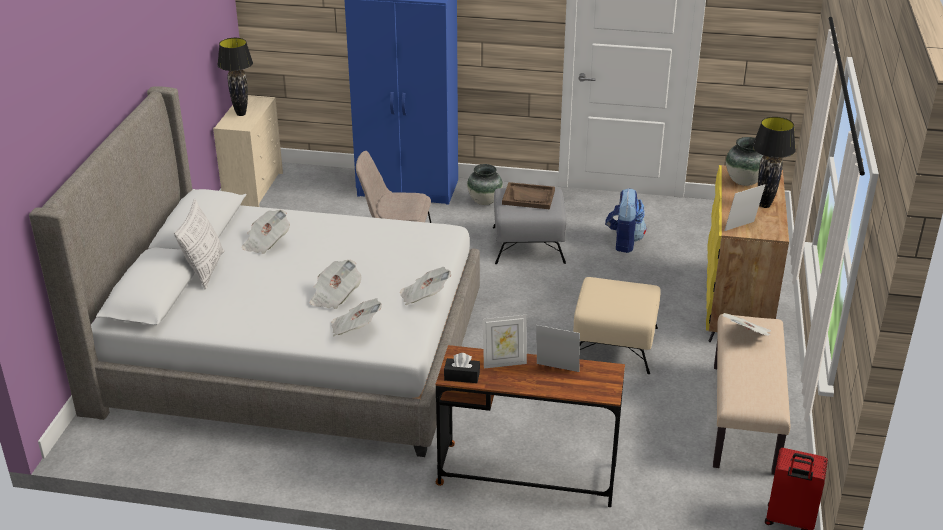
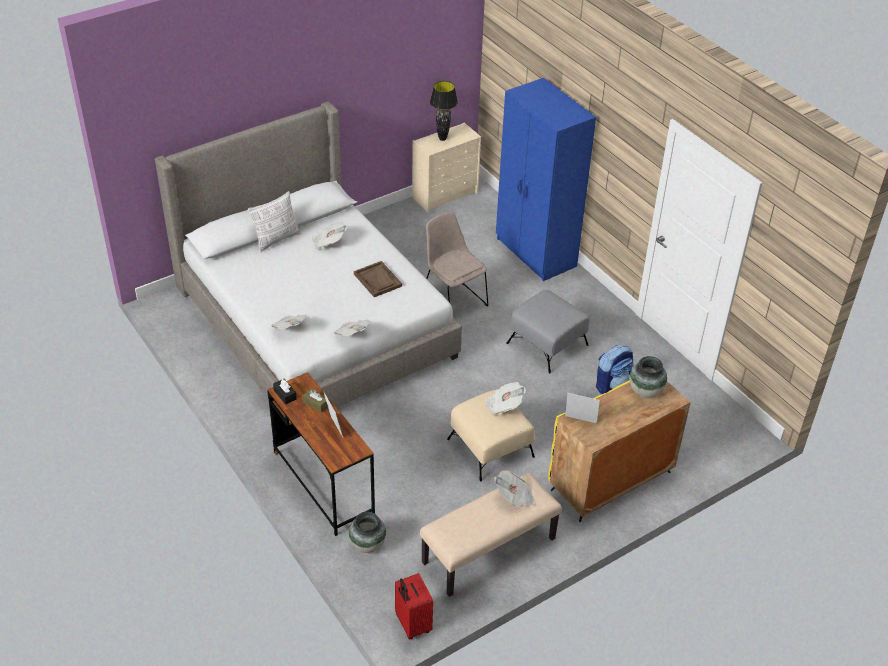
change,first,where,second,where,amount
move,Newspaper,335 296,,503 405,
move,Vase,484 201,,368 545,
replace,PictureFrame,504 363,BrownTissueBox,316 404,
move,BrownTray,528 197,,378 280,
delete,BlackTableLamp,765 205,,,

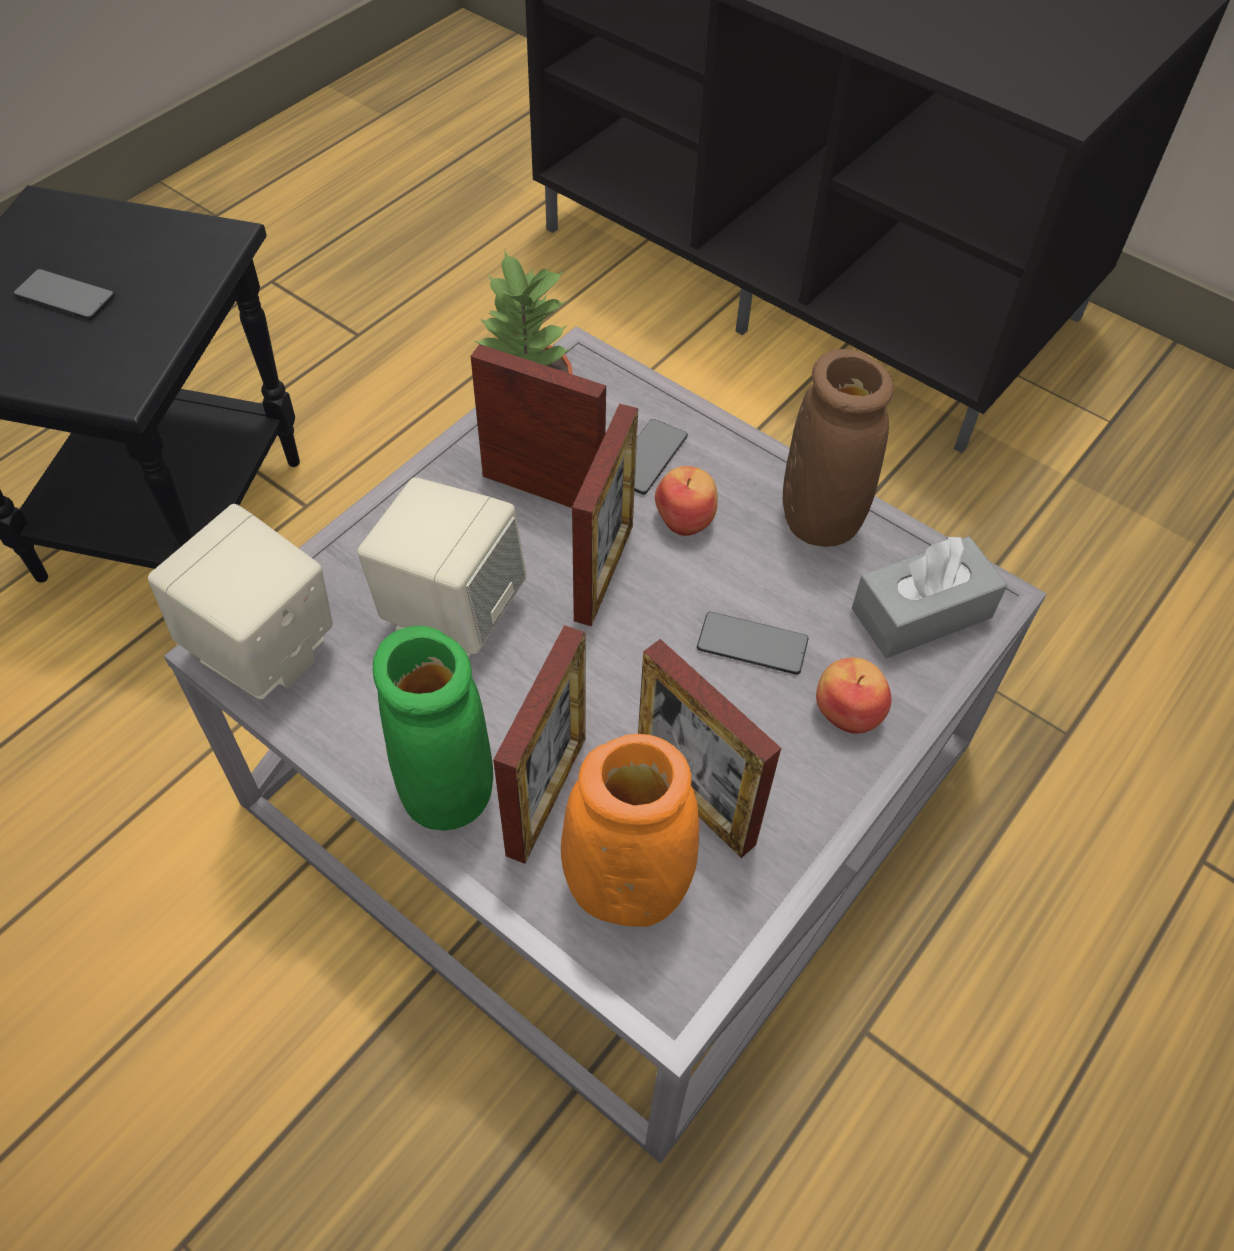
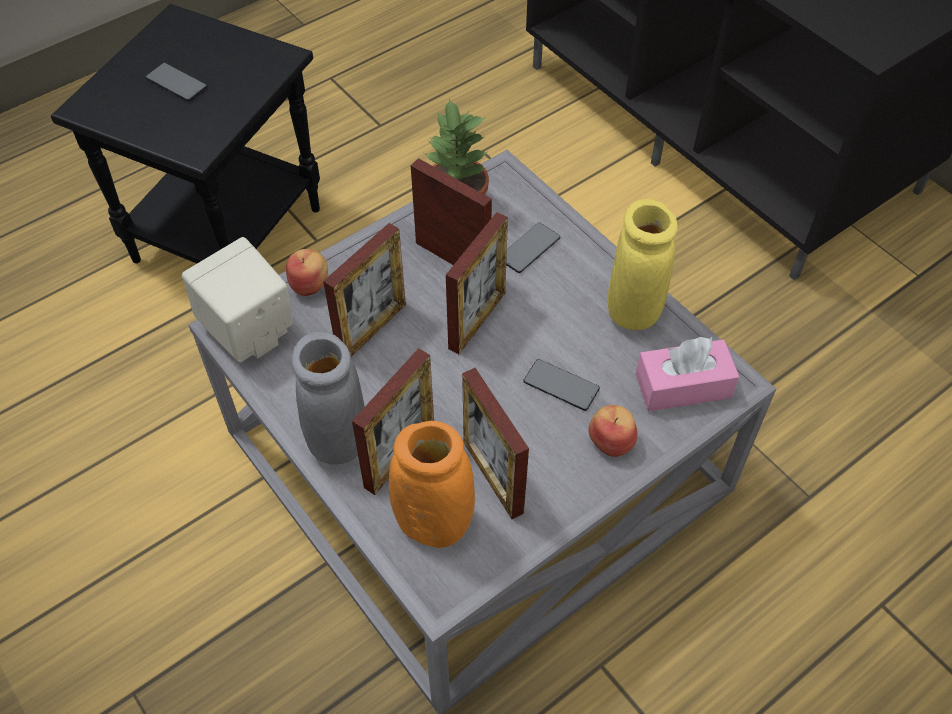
change,first,where,second,where,amount
replace,BeigeSpeaker,452 612,PictureFrame,371 329,
recolor,GreenVase,446 789,GreyVase,338 439,
move,Apple,686 519,,309 284,
recolor,BrownVase,820 519,YellowVase,633 310,
recolor,GreyTissueBox,921 613,PinkTissueBox,683 386,

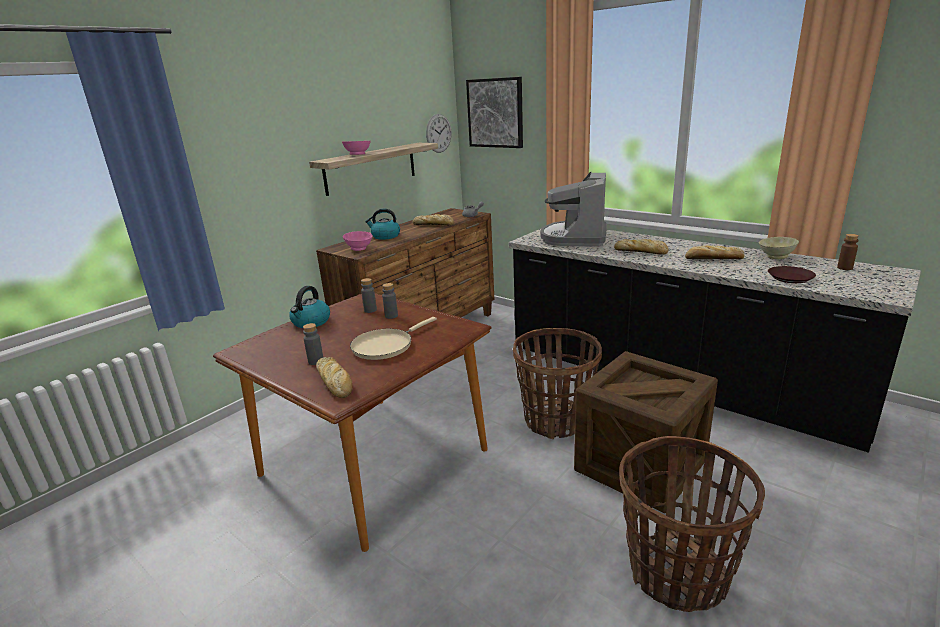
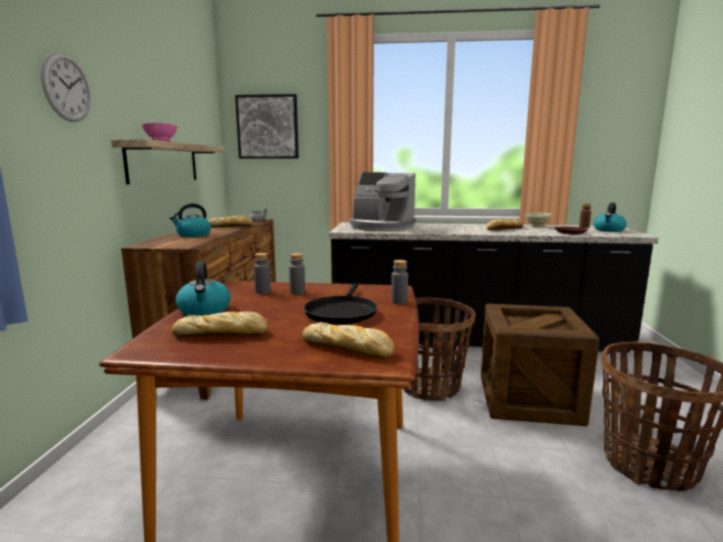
change,first,where,second,where,amount
move,GreyBottle,316 361,,399 302,
delete,PinkBowl,359 249,,,
recolor,BeigeFryingPan,385 346,BlackFryingPan,341 312,
move,WallClock,438 133,,67 87,
rotate,CoffeeMachine,575 237,,381 227,45 degrees counterclockwise
move,Bread,641 251,,223 334,
insert,,,Kettle,609 230,

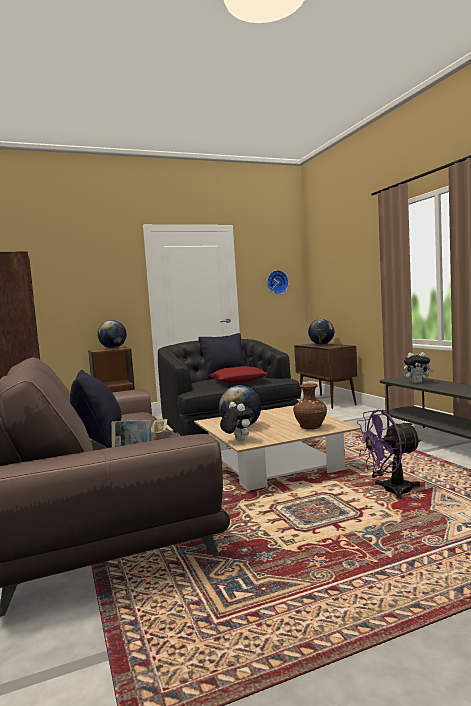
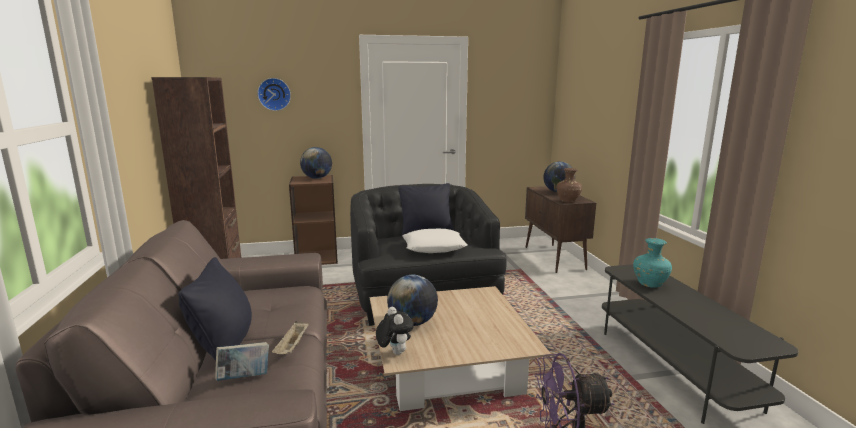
change,first,where,second,where,amount
recolor,RedPillow,238 380,WhitePillow,434 247,
move,WallClock,277 282,,274 94,
move,BrownVase,310 428,,567 201,
replace,PlushToy,418 382,TurquoiseVase,650 284,

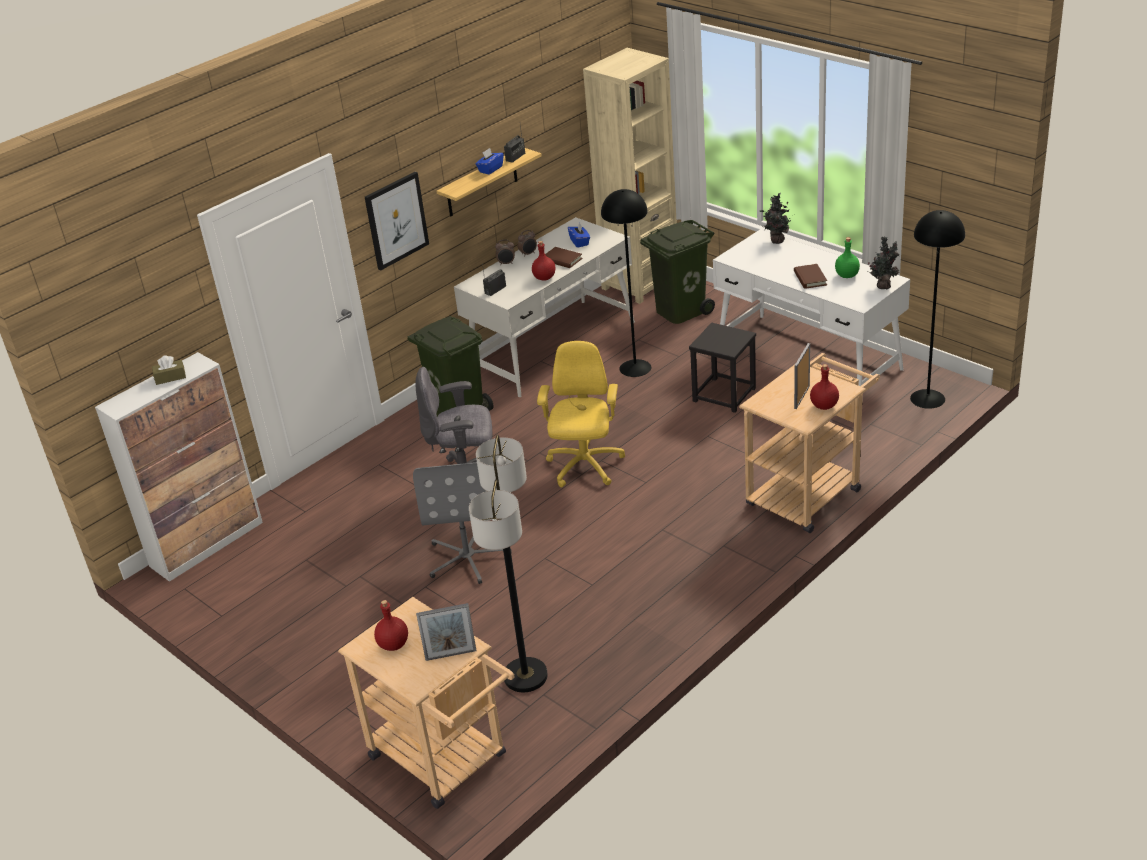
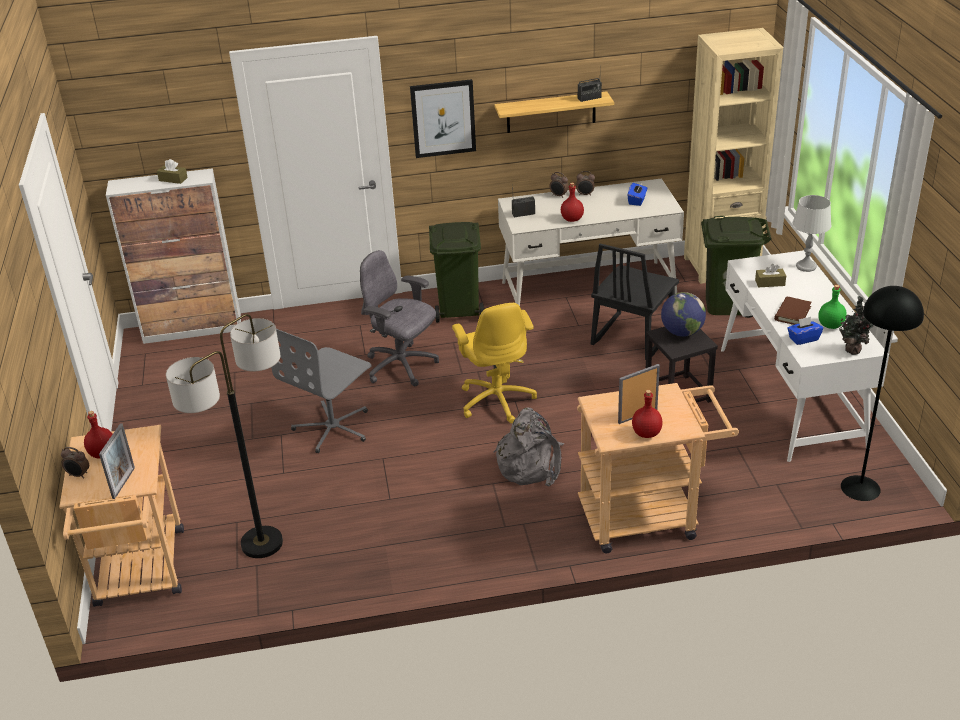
change,first,where,second,where,amount
rotate,PictureFrame,451 655,,123 483,105 degrees counterclockwise
move,BlueTissueBox,490 169,,803 339,
rotate,YellowOfficeChair,585 466,,497 400,120 degrees clockwise
delete,BrownBook,562 260,,,
replace,BlackFloorLamp,635 368,BlackChair,631 337,
replace,PottedPlant,776 241,GreyTableLamp,805 266,
insert,,,AlarmClock,78 475,
insert,,,GreyBackpack,531 464,
insert,,,Globe,682 332,
insert,,,BrownTissueBox,770 283,

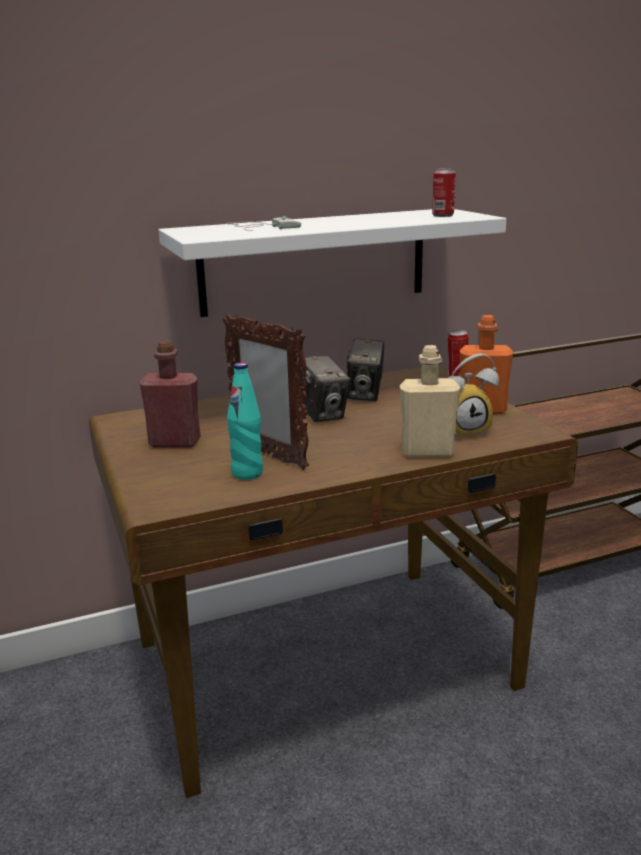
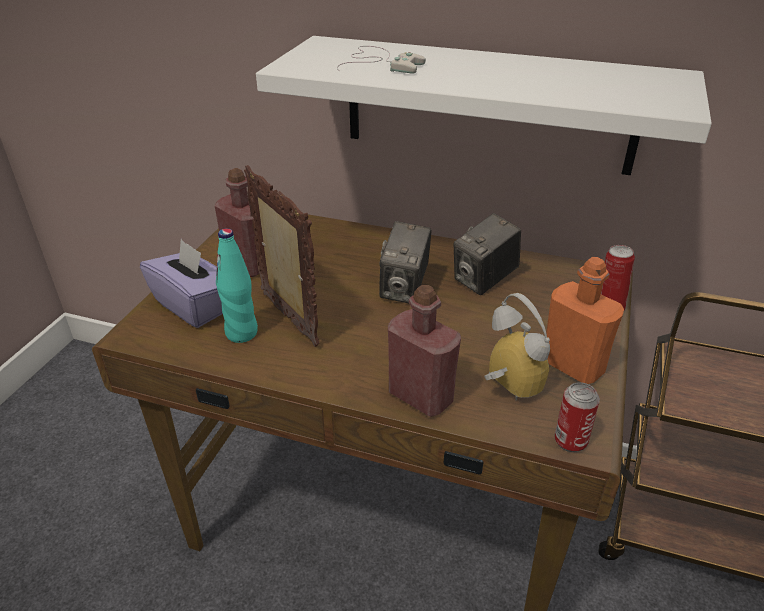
change,first,where,second,where,amount
rotate,PictureFrame,269 455,,288 320,150 degrees clockwise
recolor,BeigeBottle,427 451,RedBottle,421 396,
move,Can,443 215,,570 441,
rotate,AlarmClock,465 430,,505 388,150 degrees counterclockwise
insert,,,PurpleTissueBox,195 305,

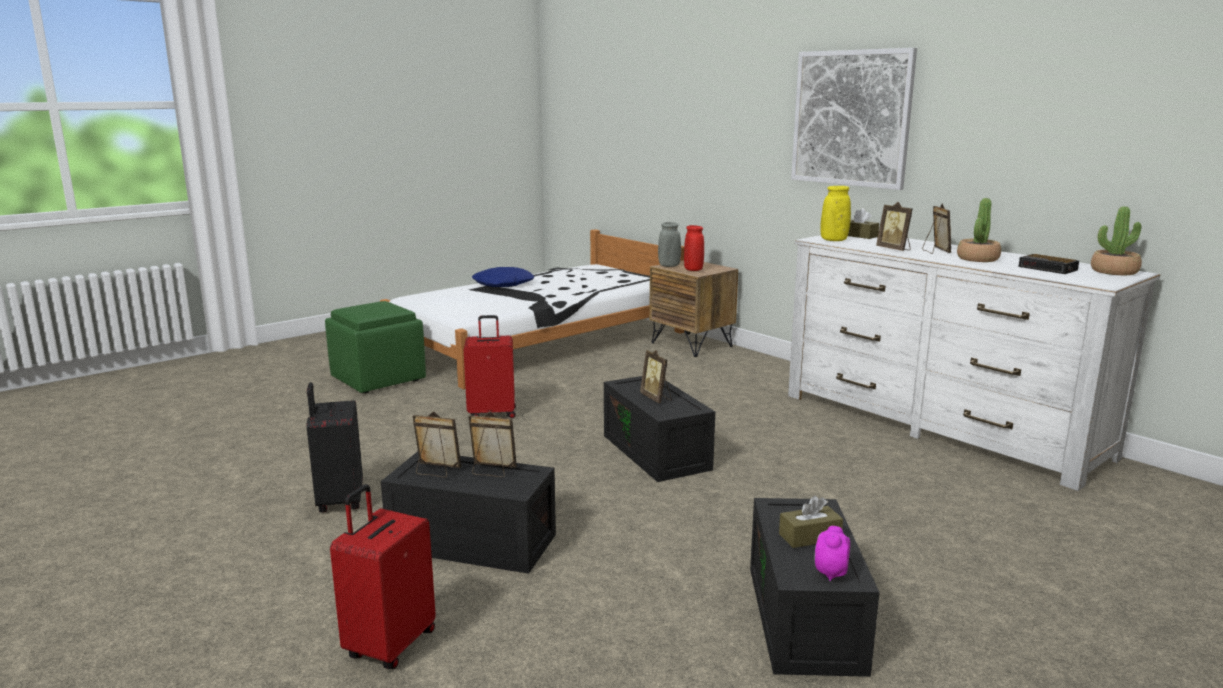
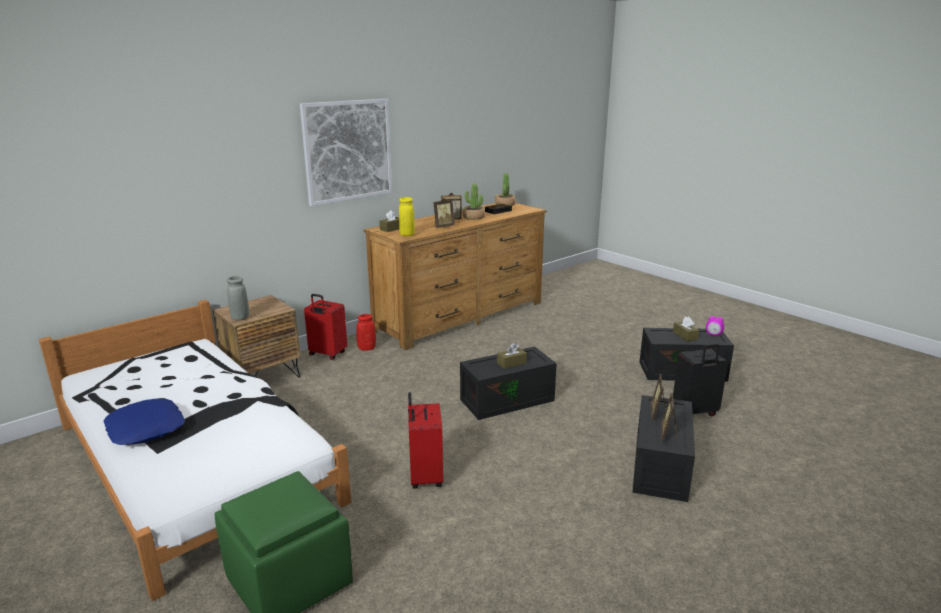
change,first,where,second,where,amount
move,BlackSuitcase,339 501,,694 412,
move,RedSuitcase,389 645,,327 354,
replace,PictureFrame,656 398,BrownTissueBox,511 363,
move,RedVase,693 270,,367 348,
recolor,WhiteDresser,939 425,BrownDresser,460 316,

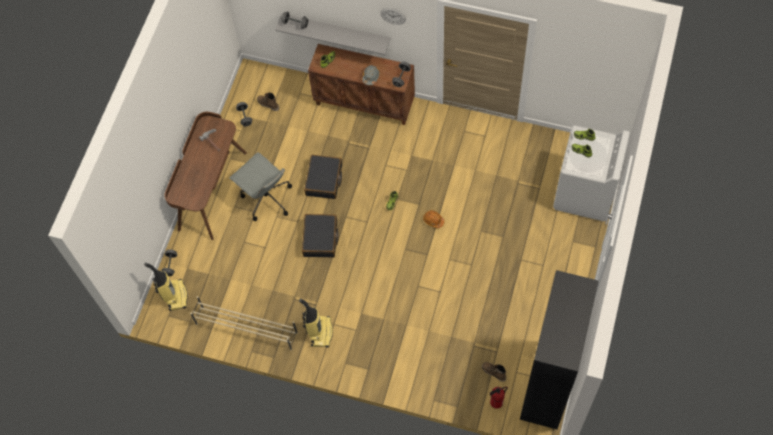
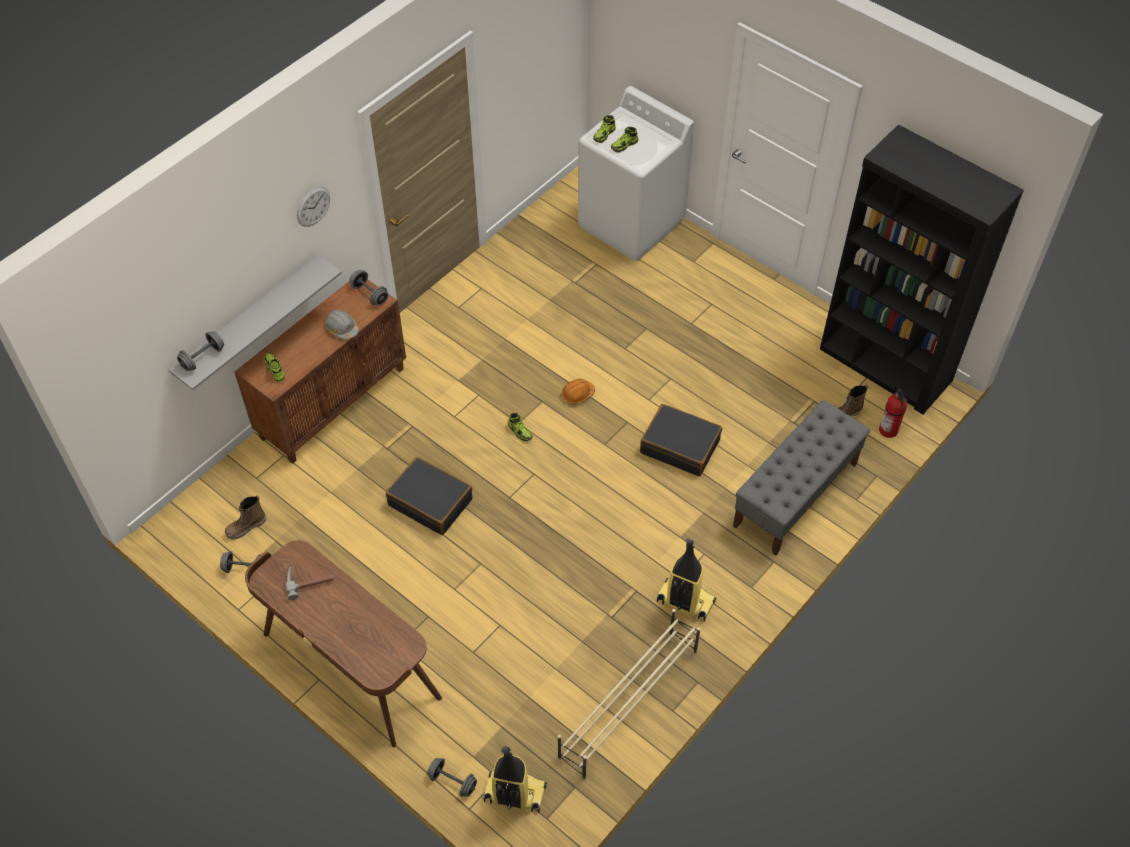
change,first,where,second,where,amount
delete,GreyOfficeChair,266 198,,,
move,BlackSuitcase,320 239,,680 446,
insert,,,GreyBench,795 495,

